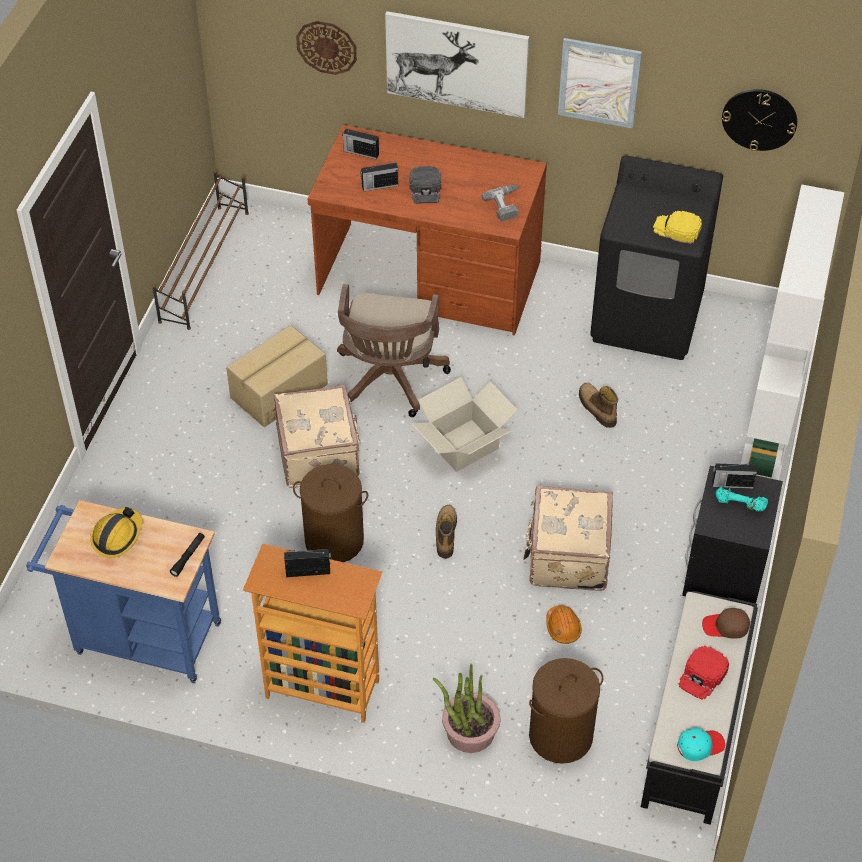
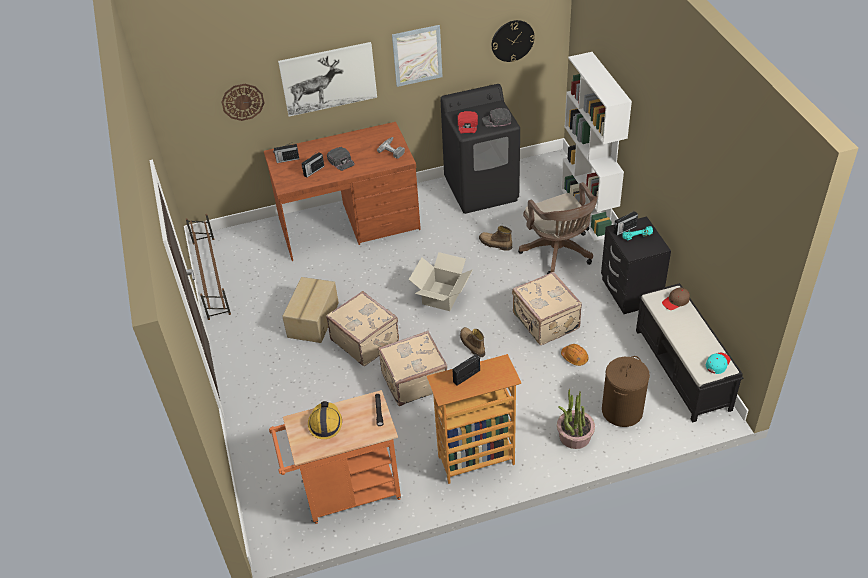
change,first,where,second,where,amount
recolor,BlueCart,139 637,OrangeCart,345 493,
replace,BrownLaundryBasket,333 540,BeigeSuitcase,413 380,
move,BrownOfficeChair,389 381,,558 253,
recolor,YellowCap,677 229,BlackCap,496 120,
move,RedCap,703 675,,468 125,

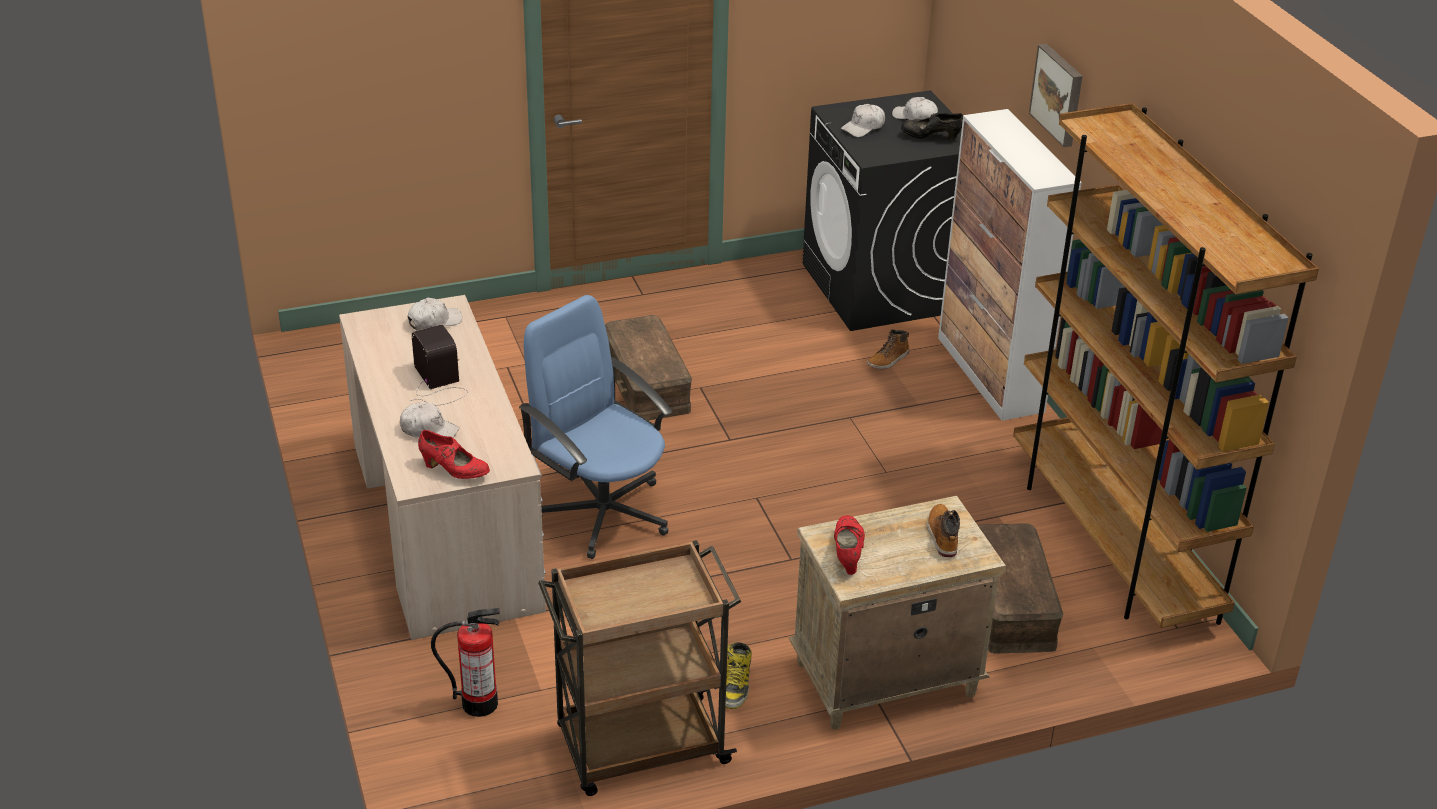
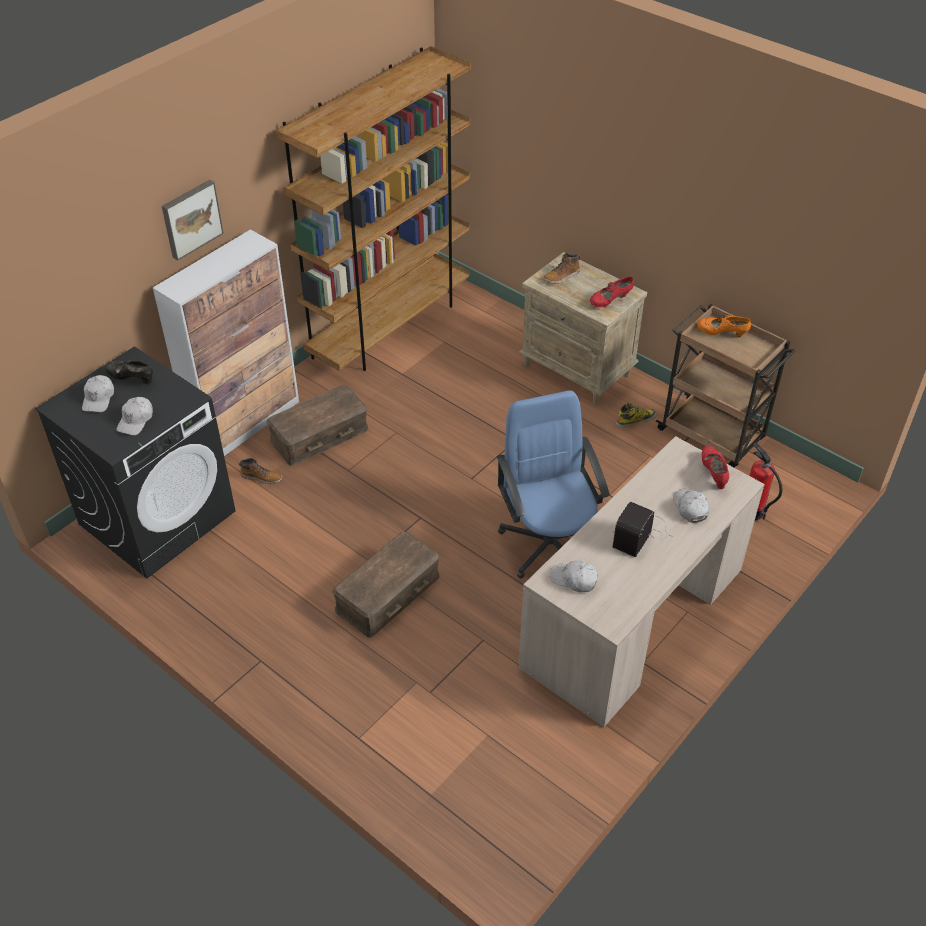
change,first,where,second,where,amount
rotate,BlueOfficeChair,602 512,,549 543,150 degrees clockwise
rotate,WhiteCap,863 127,,136 420,90 degrees clockwise
rotate,BlackShoe,931 137,,132 379,135 degrees clockwise
move,BrownStorageBox,1011 604,,319 434,
insert,,,OrangeShoe,722 334,

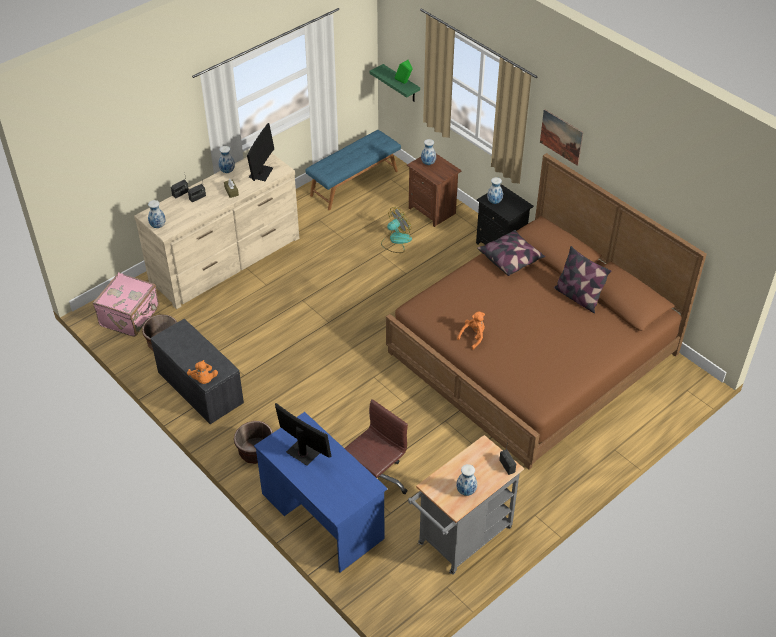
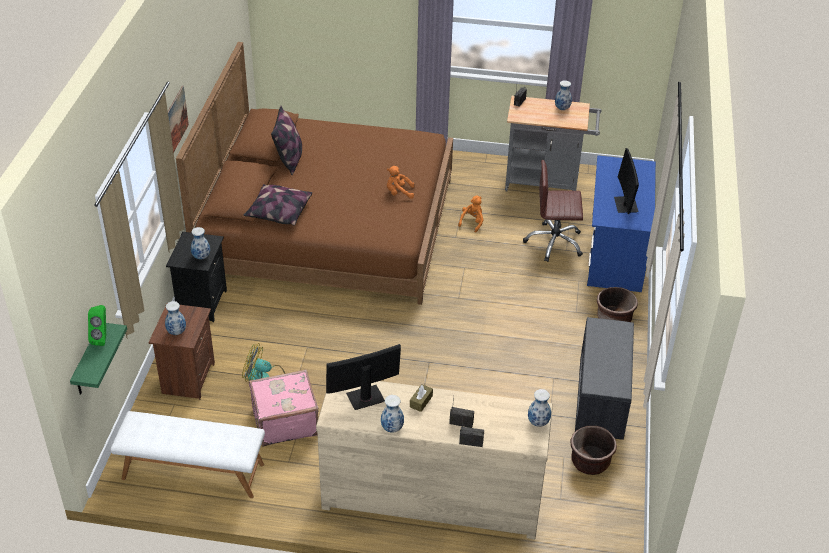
change,first,where,second,where,amount
move,PinkSuitcase,131 316,,284 421,
move,OrangePlushToy,203 380,,472 222,
recolor,BlueBench,354 183,WhiteBench,192 472,

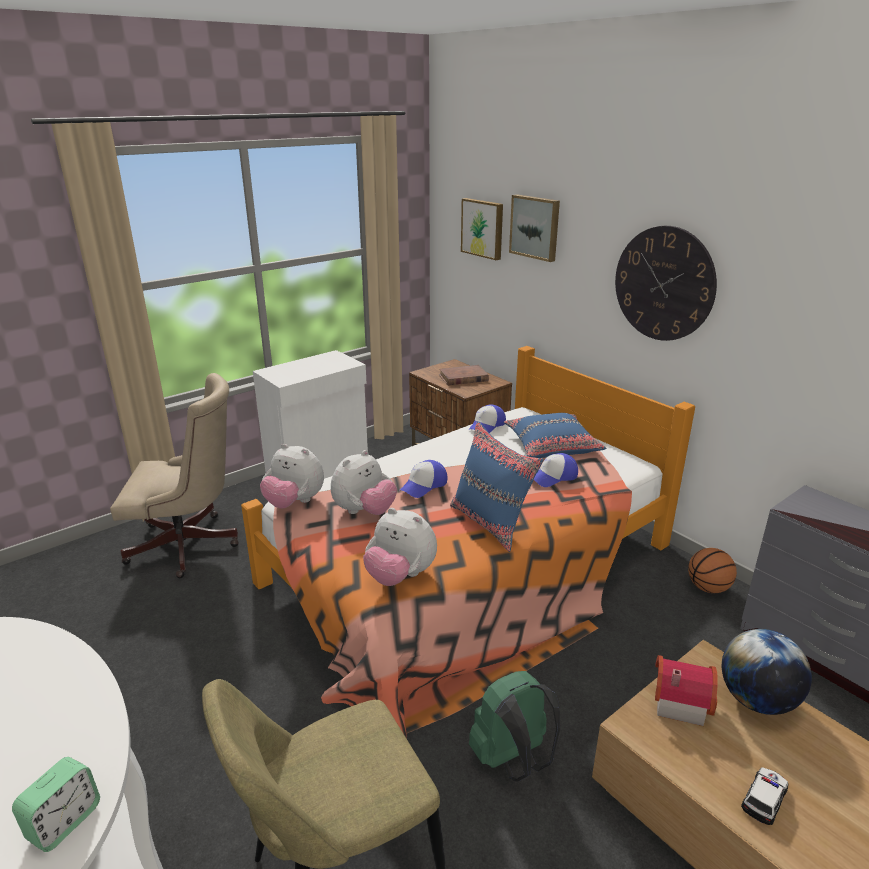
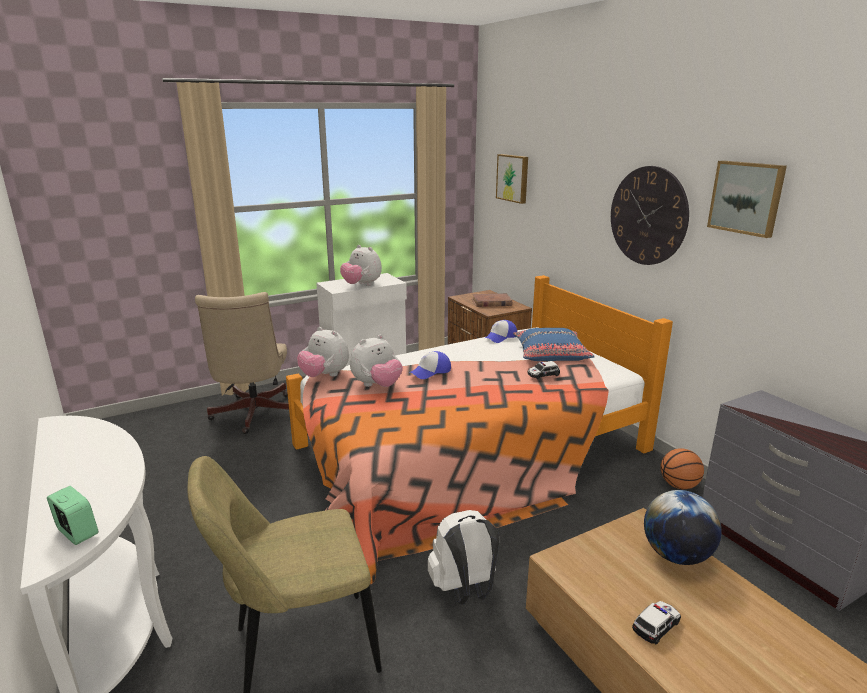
change,first,where,second,where,amount
rotate,AlarmClock,64 822,,77 533,90 degrees counterclockwise
rotate,BeigeOfficeChair,190 546,,253 415,75 degrees clockwise
move,PlushToy,400 576,,361 285,
delete,BluePillow,491 523,,,
recolor,GreenBackpack,512 759,WhiteBackpack,464 590,
move,Picture,535 227,,747 197,
replace,Cap,554 477,ToyCar,543 374,
delete,ToyHouse,677 700,,,

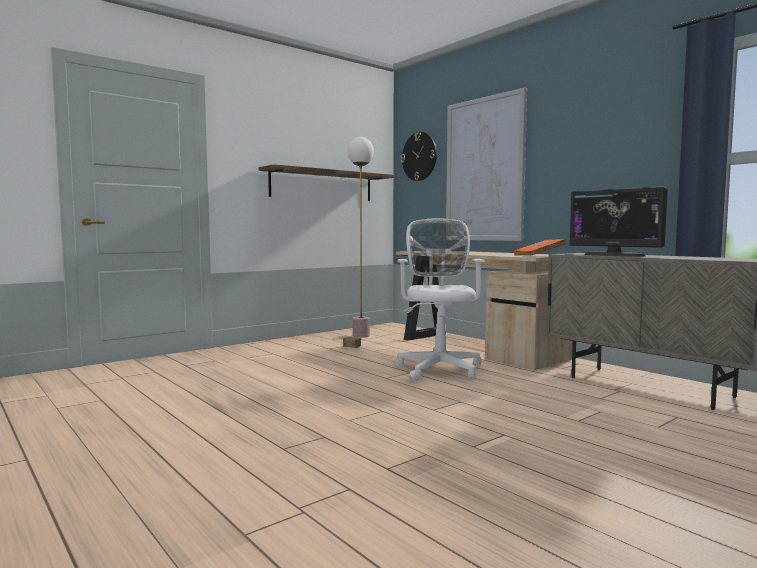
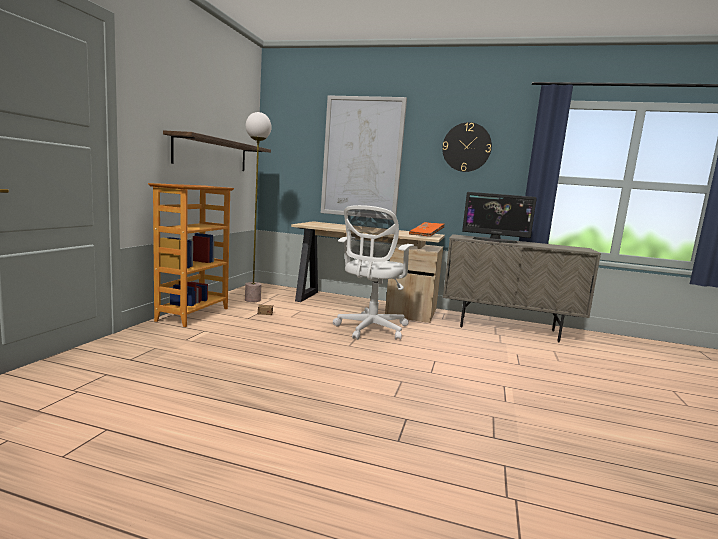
change,first,where,second,where,amount
rotate,WhiteOfficeChair,439 368,,370 329,120 degrees counterclockwise
move,WallClock,419 156,,466 147,
insert,,,Bookcase,192 314,

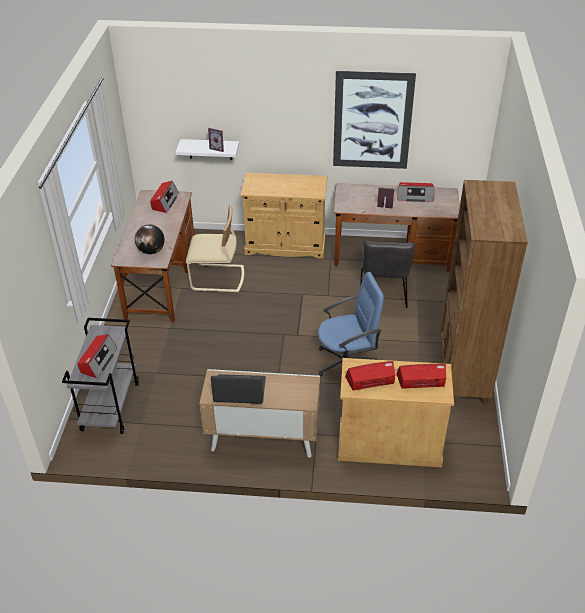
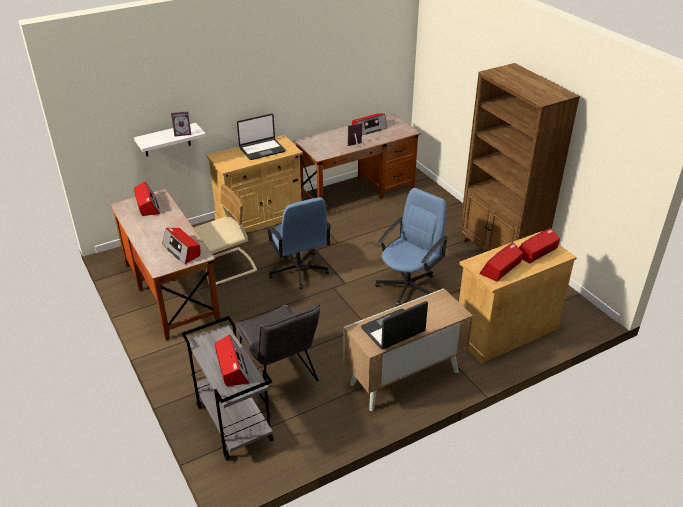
change,first,where,second,where,amount
replace,Globe,151 251,Radio,182 250,
delete,Picture,372 121,,,
move,GreyChair,383 293,,280 375,
insert,,,Laptop,262 149,
insert,,,BlueOfficeChair,298 270,

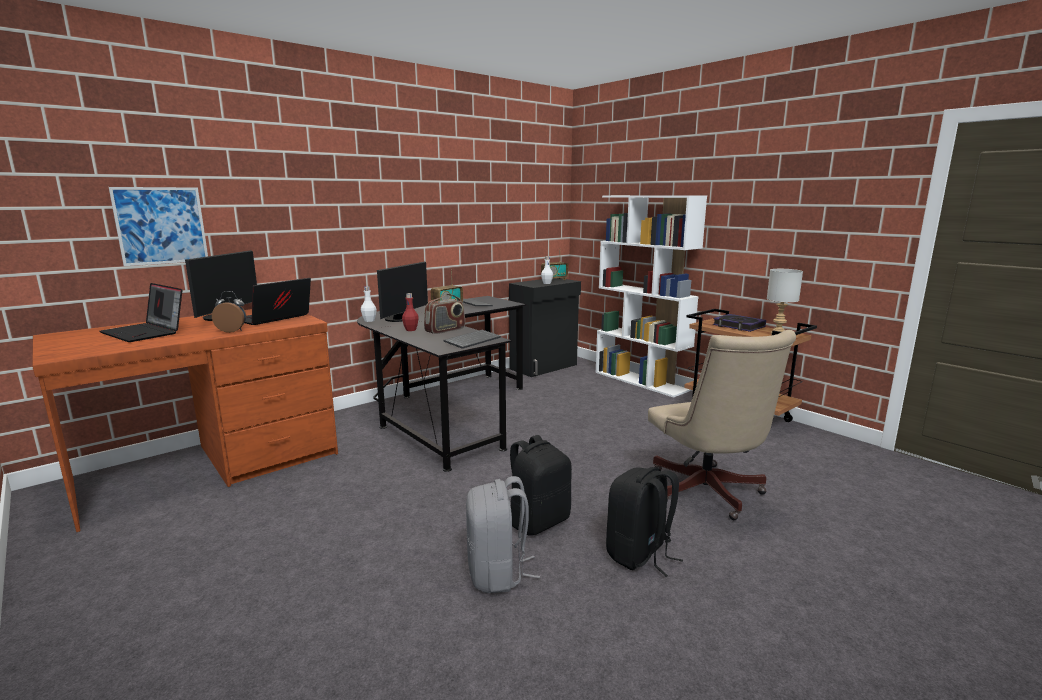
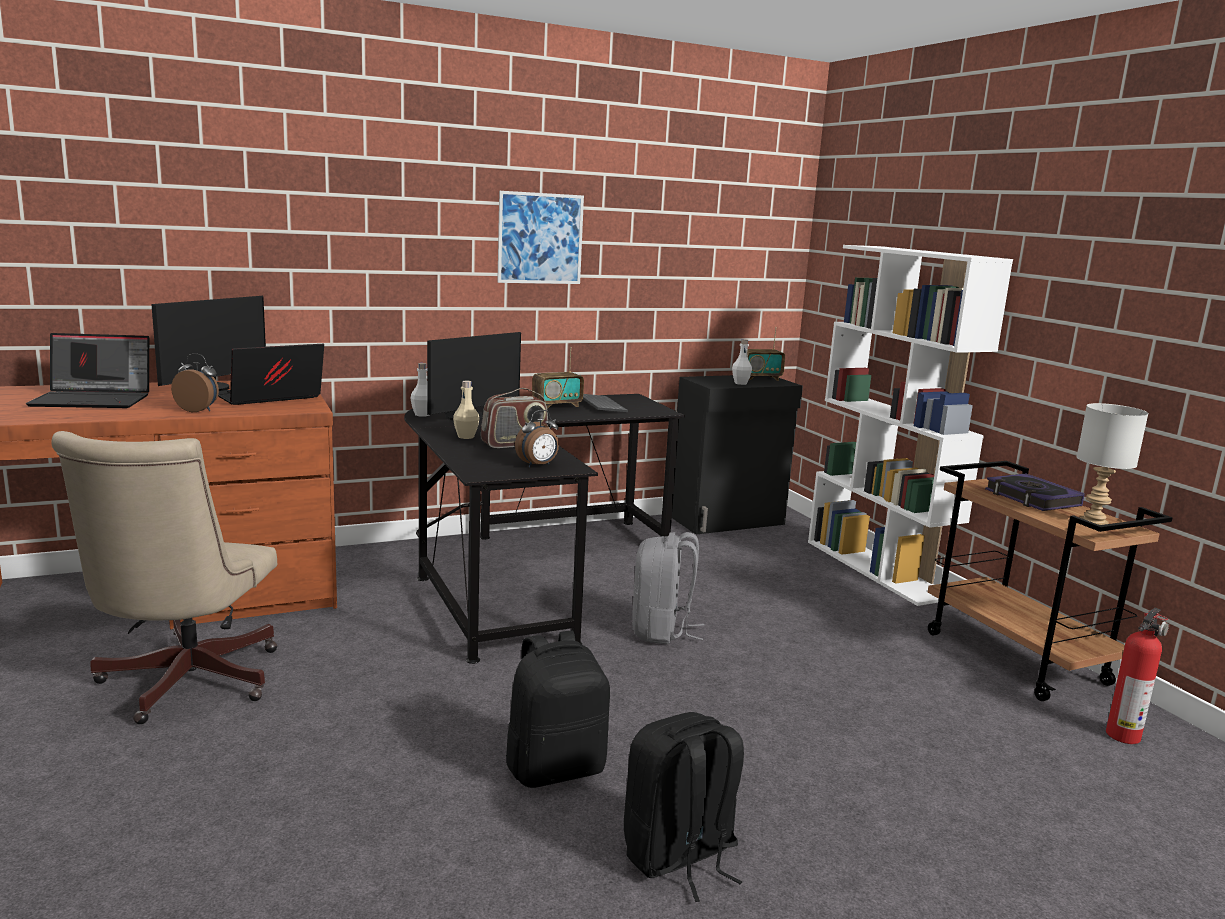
change,first,where,second,where,amount
rotate,Laptop,146 332,,95 400,60 degrees counterclockwise
move,Picture,161 225,,540 238,
recolor,RedBottle,411 330,BeigeBottle,466 437,
replace,Keyboard,472 340,AlarmClock,538 465,
move,GreyBackpack,498 573,,662 631,
move,BeigeOfficeChair,708 494,,183 685,
insert,,,FireExtinguisher,1124 734,

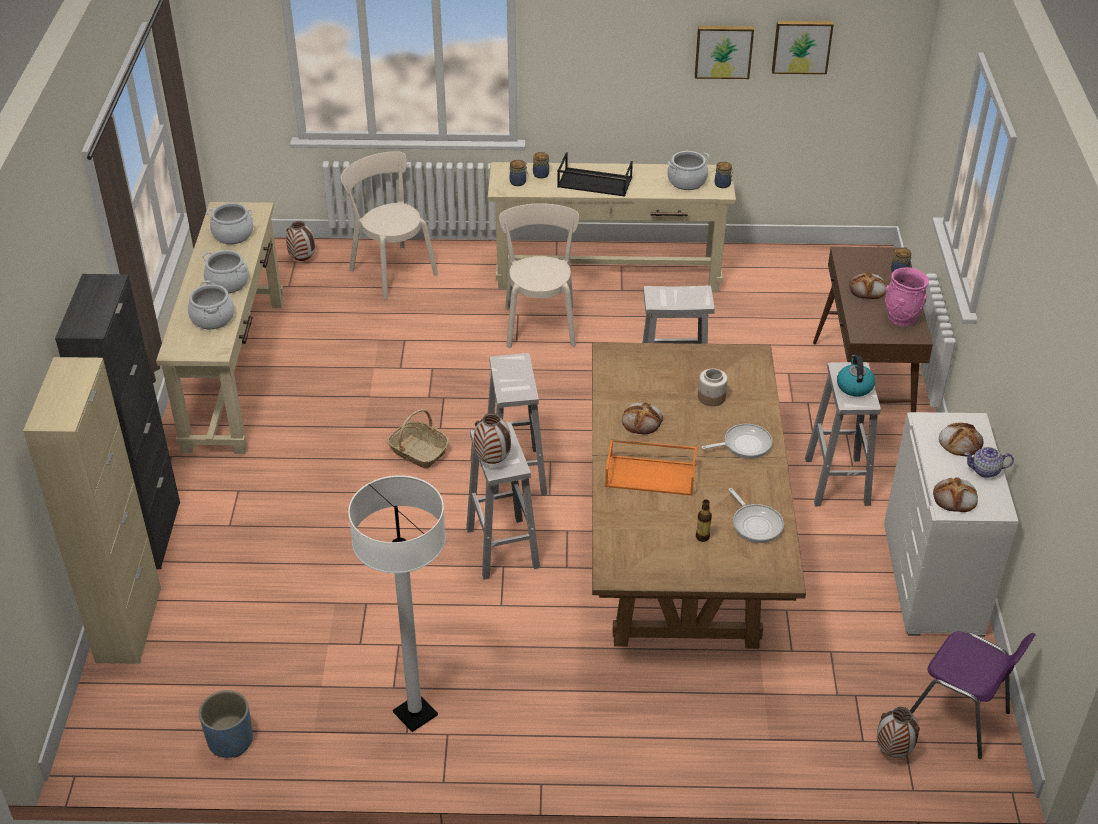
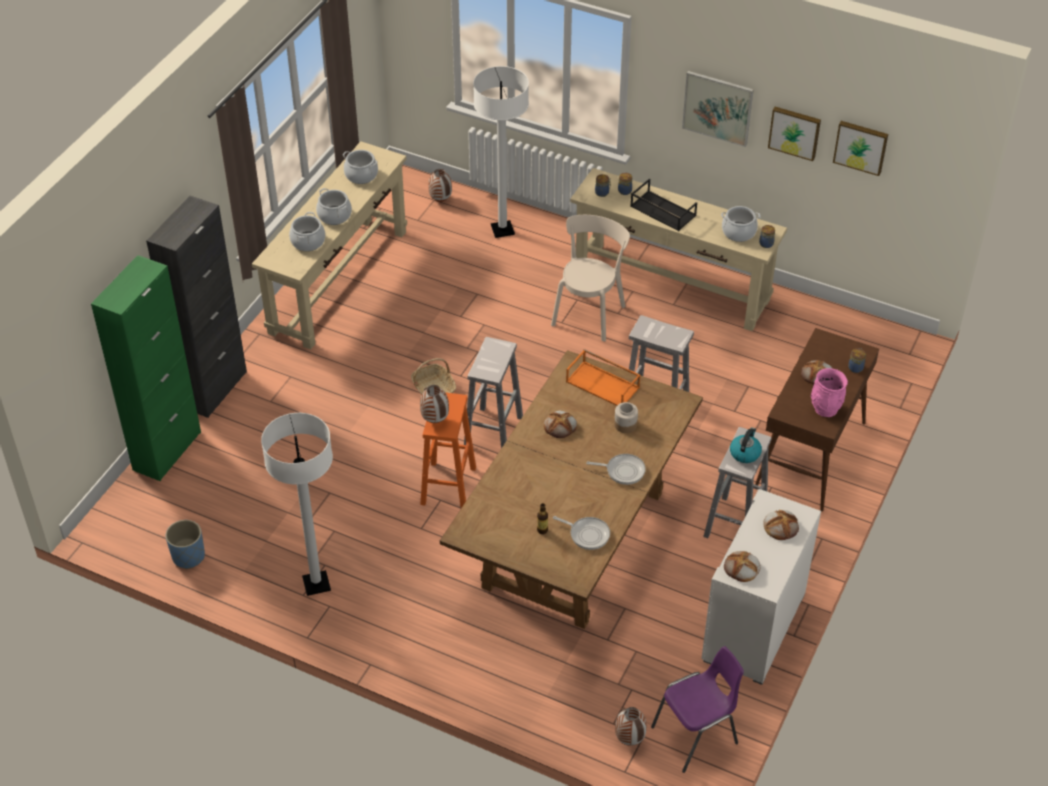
change,first,where,second,where,amount
recolor,BeigeCabinet,129 625,GreenCabinet,167 451,
replace,BeigeChair,391 270,WhiteFloorLamp,502 230,
recolor,WhiteStool,502 547,OrangeStool,448 485,
move,OrangeTray,651 475,,603 384,
rotate,FryingPan,755 524,,587 534,60 degrees counterclockwise
rotate,PurpleChair,959 717,,697 735,90 degrees counterclockwise
delete,Teapot,985 471,,,
insert,,,Picture,717 108,

